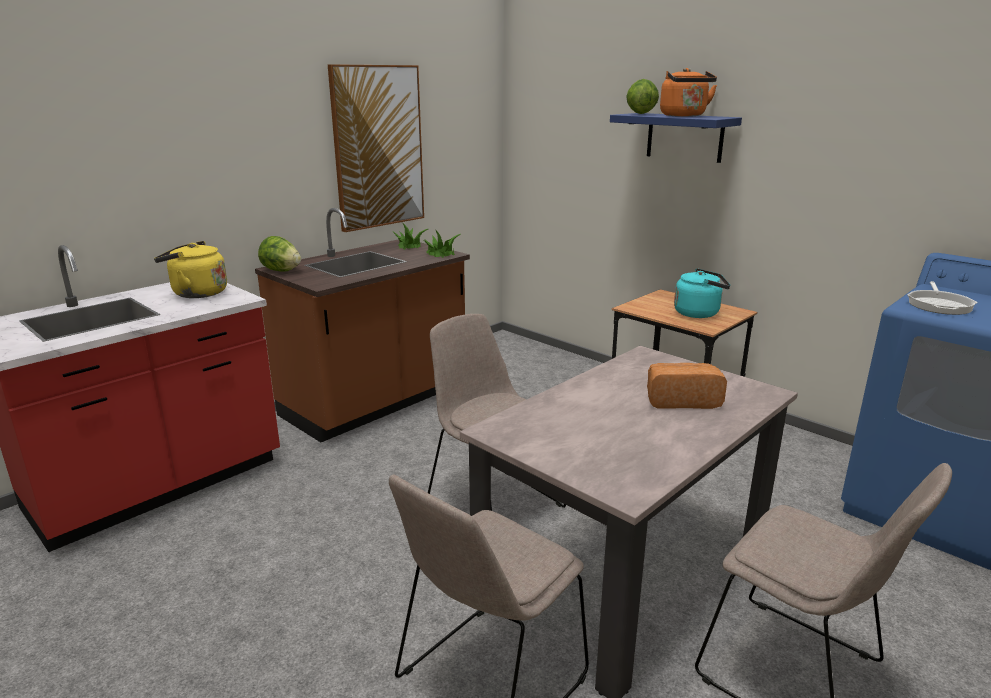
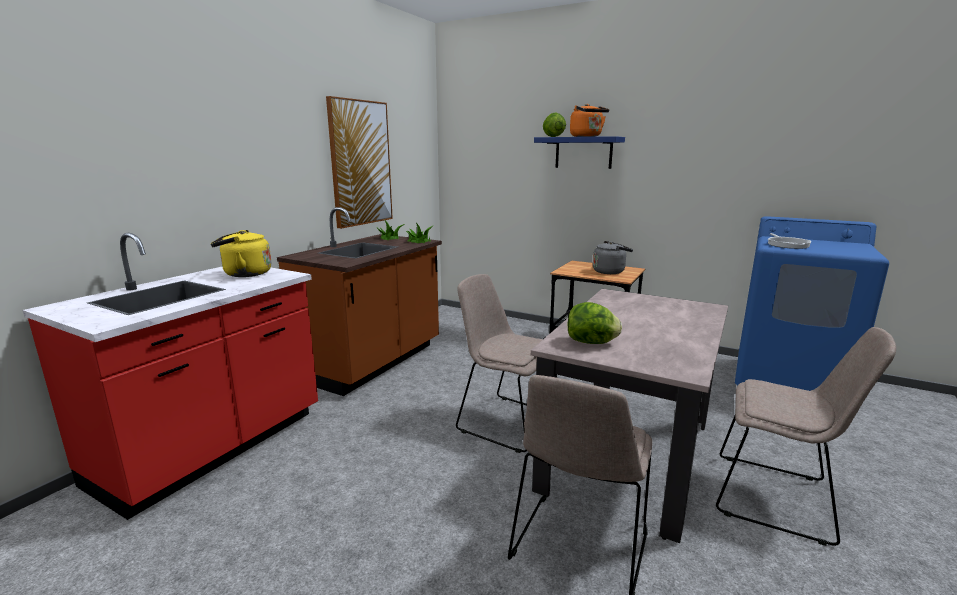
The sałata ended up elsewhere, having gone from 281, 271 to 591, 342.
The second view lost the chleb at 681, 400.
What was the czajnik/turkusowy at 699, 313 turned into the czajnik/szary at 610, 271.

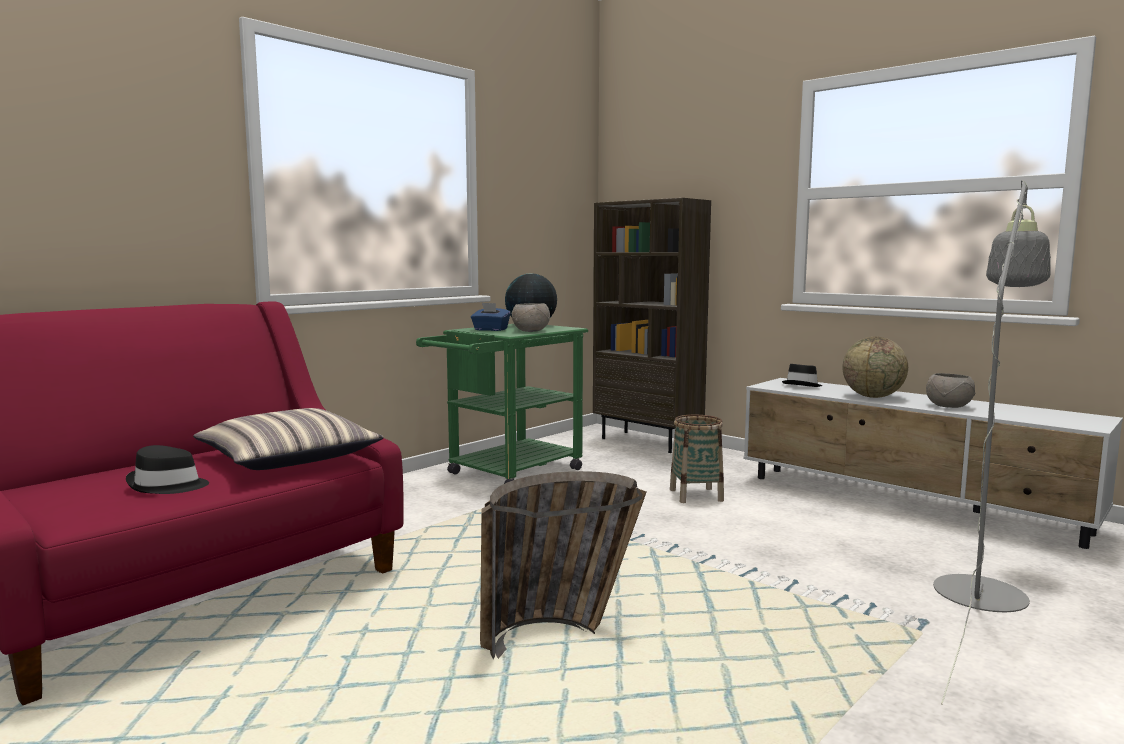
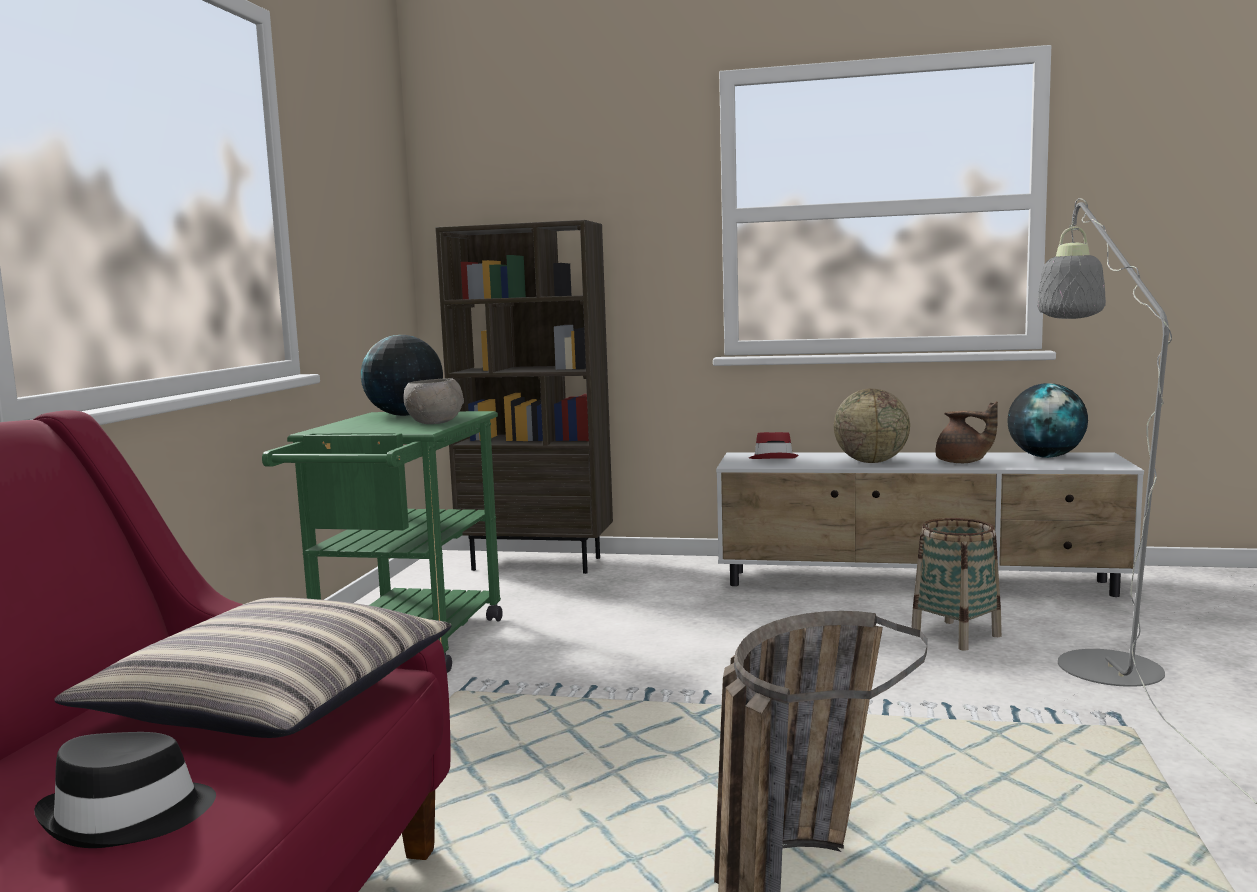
The second view lost the pudełko chusteczek/niebieski at 490, 330.
The koszyk ended up elsewhere, having gone from 696, 495 to 955, 635.
What was the kapelusz/czarny at 803, 385 turned into the kapelusz/czerwony at 773, 458.
Where the miska/szary stood at 949, 406, the imbryk/brązowy came to stand at 962, 462.
The second view gained the globus at 1046, 457.

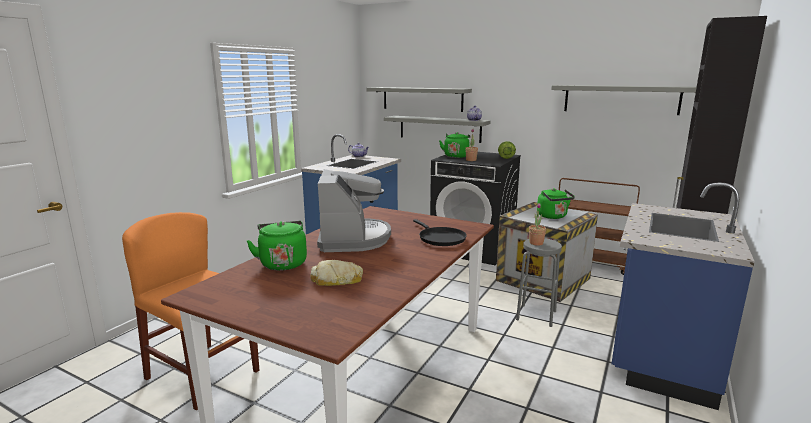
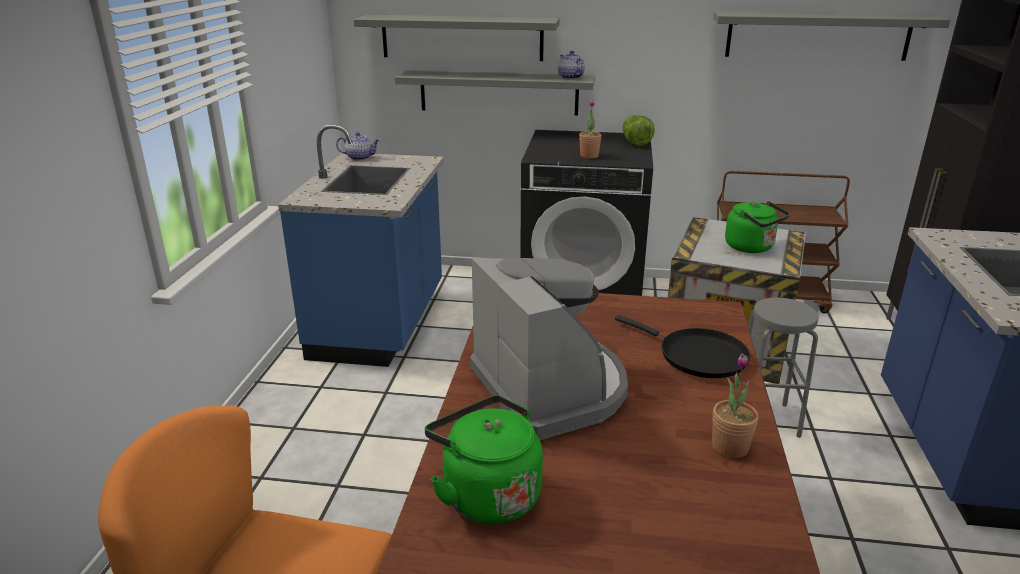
The second view lost the chleb at 337, 280.
The second view lost the czajnik/zielony at 456, 156.
The roślina doniczkowa ended up elsewhere, having gone from 536, 243 to 729, 447.

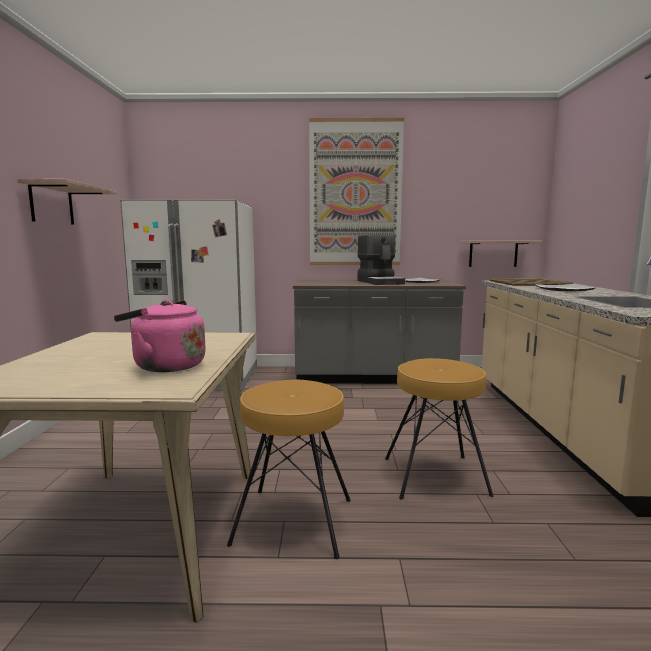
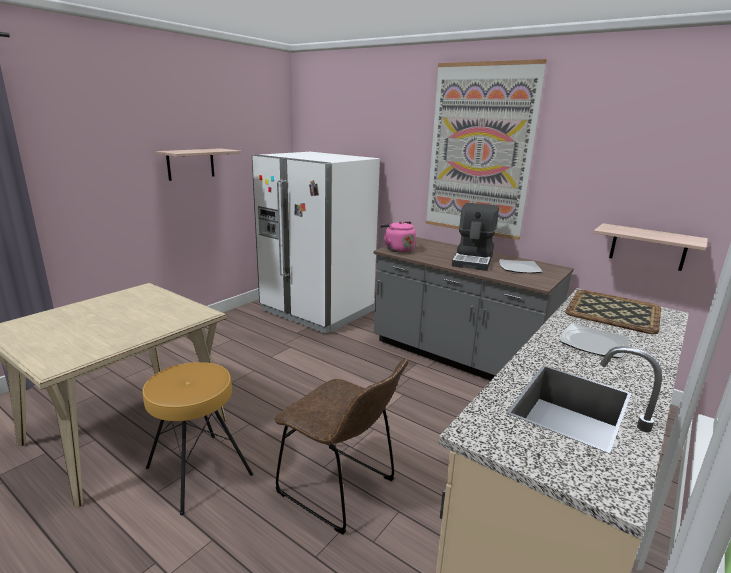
The czajnik/różowy ended up elsewhere, having gone from 165, 366 to 397, 249.
Where the stołek/brązowy stood at 435, 476, the krzesło/brązowy came to stand at 341, 489.

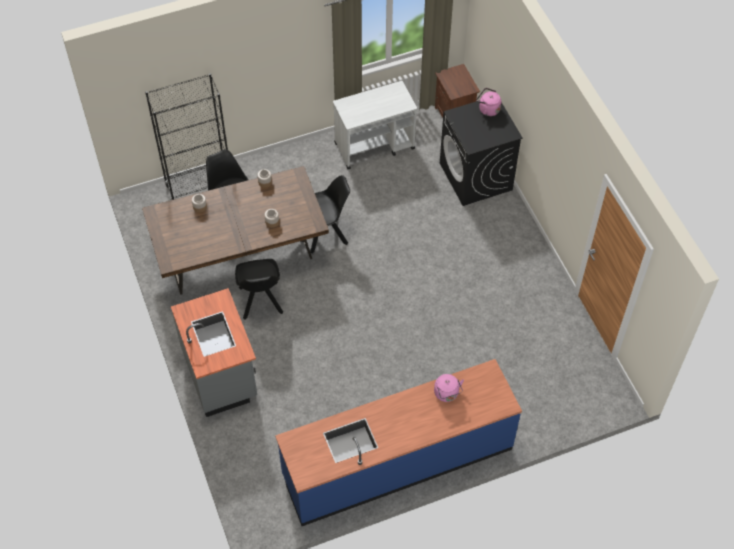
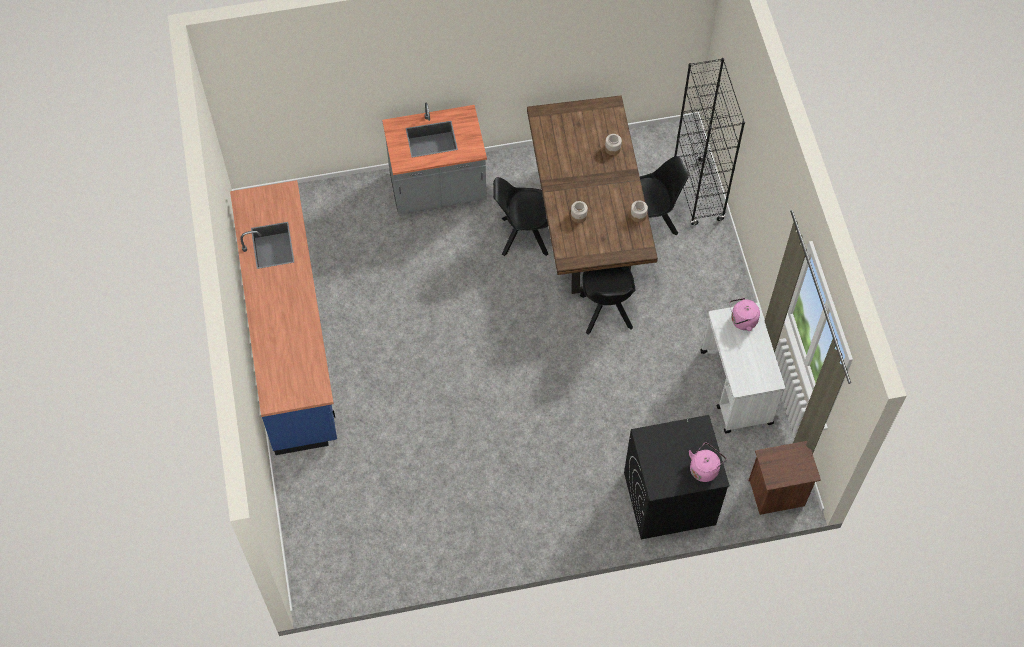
The czajnik/różowy ended up elsewhere, having gone from 447, 394 to 742, 321.

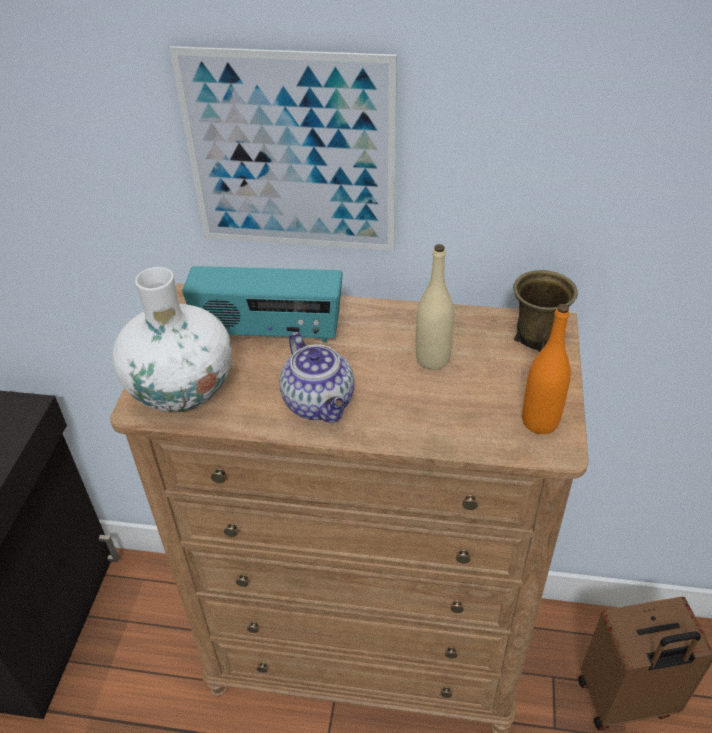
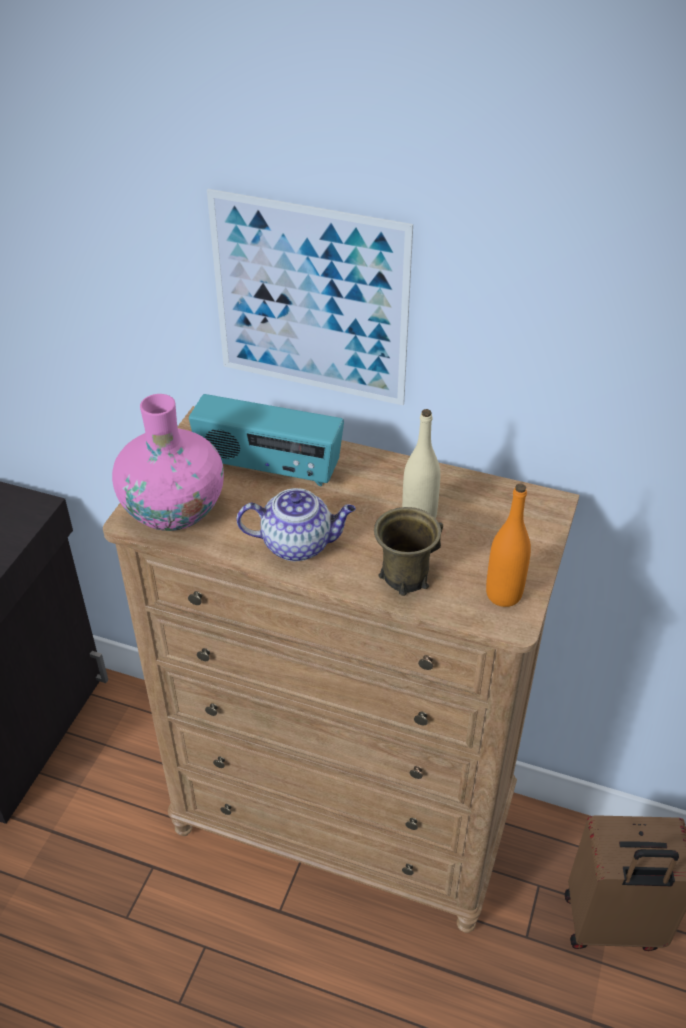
What was the wazon/biały at 182, 389 turned into the wazon/różowy at 174, 510.
The imbryk at 320, 404 ended up facing another way, 75 degrees counterclockwise from before.
The kubek/brązowy ended up elsewhere, having gone from 536, 336 to 404, 576.

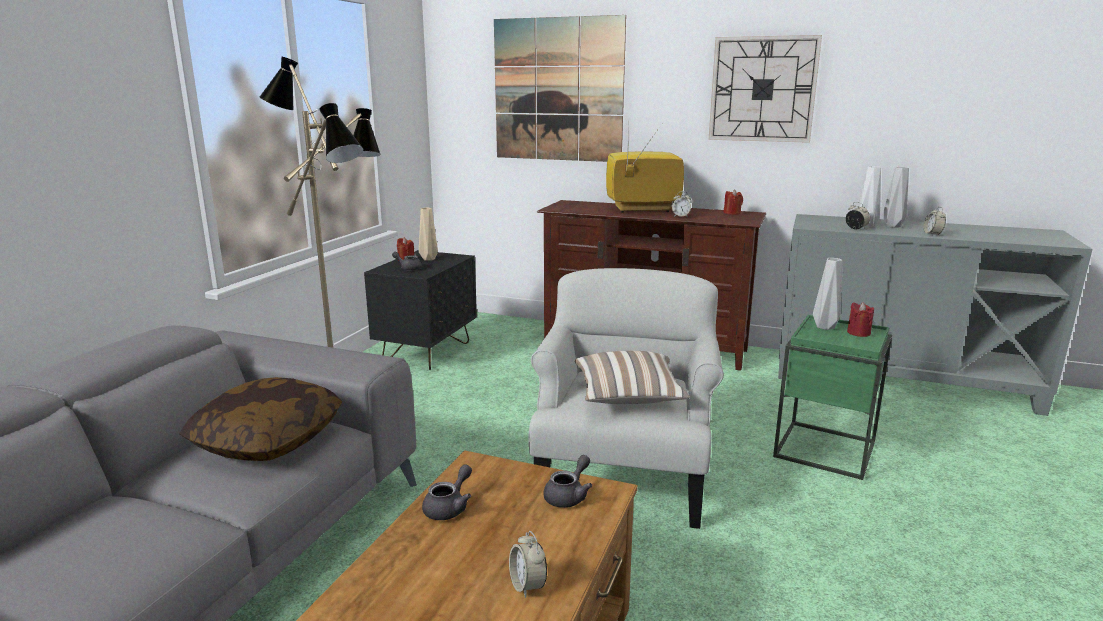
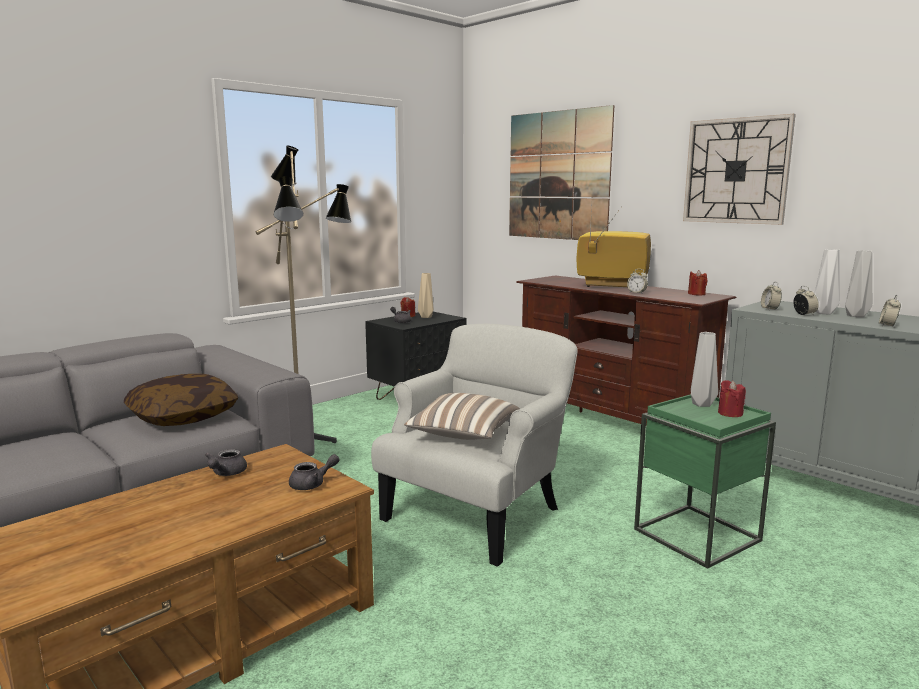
The imbryk/szary at 449, 507 ended up facing another way, 135 degrees clockwise from before.
The budzik ended up elsewhere, having gone from 527, 585 to 770, 309.

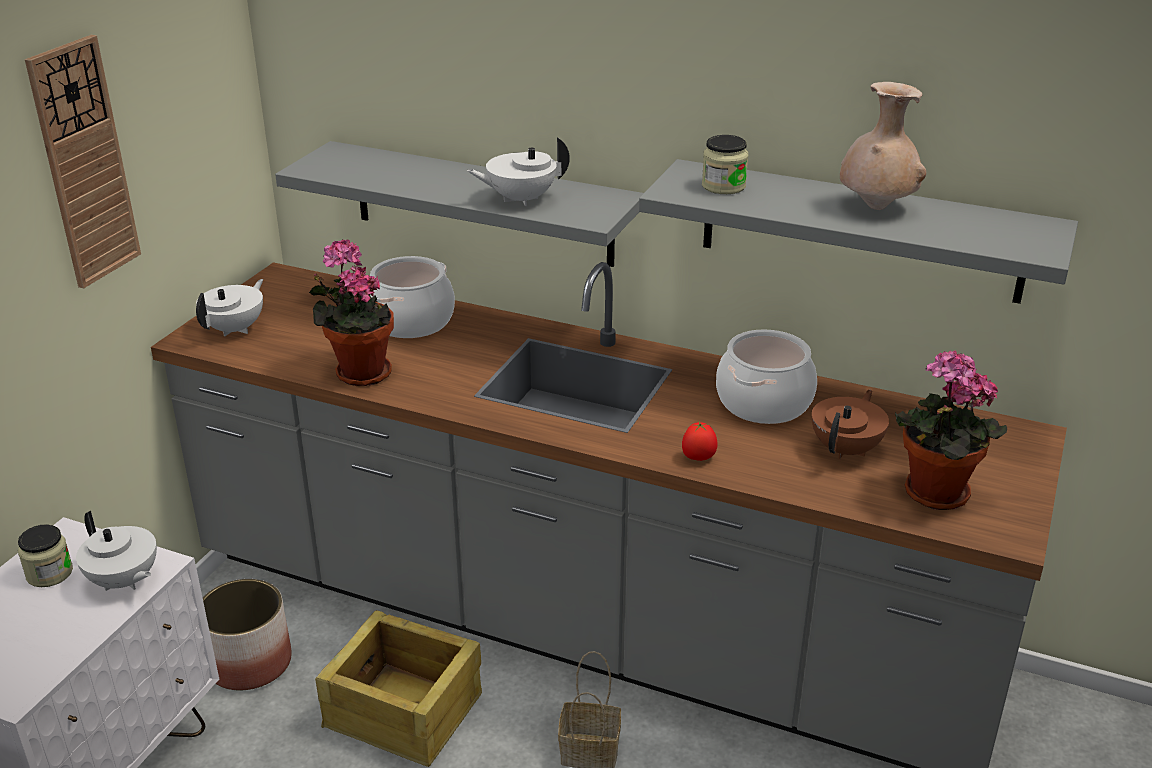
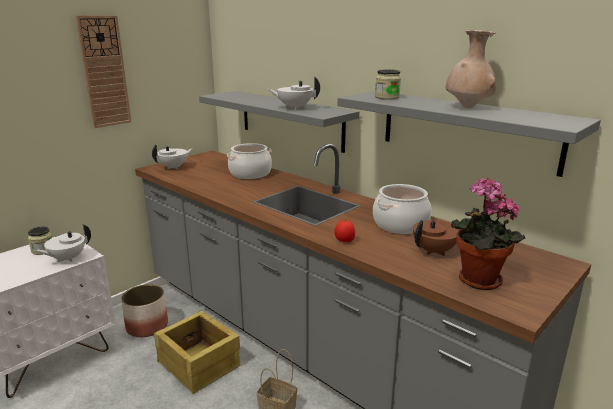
The imbryk/biały at 124, 581 ended up facing another way, 75 degrees clockwise from before.
The second view lost the roślina doniczkowa at 359, 372.

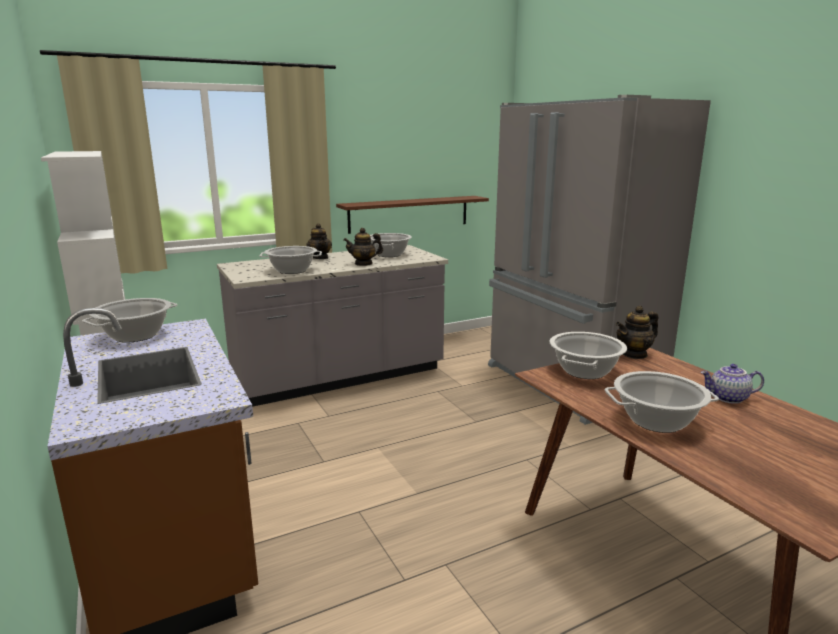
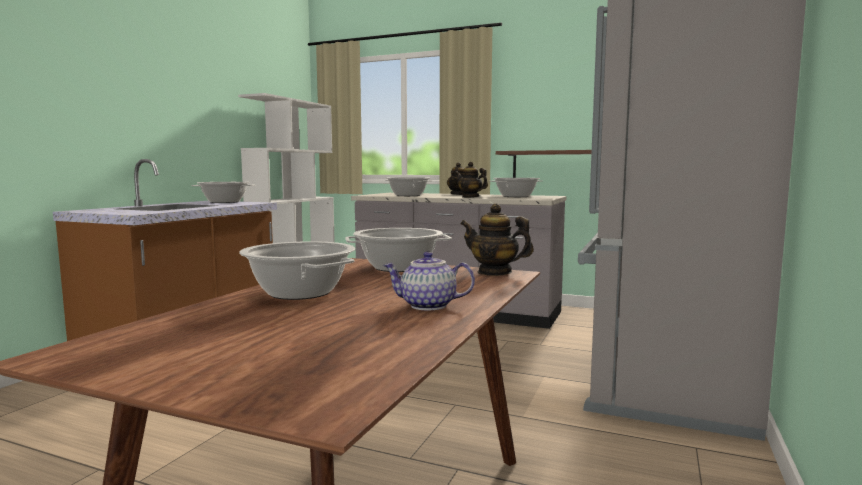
The imbryk at 728, 398 ended up facing another way, 45 degrees counterclockwise from before.

